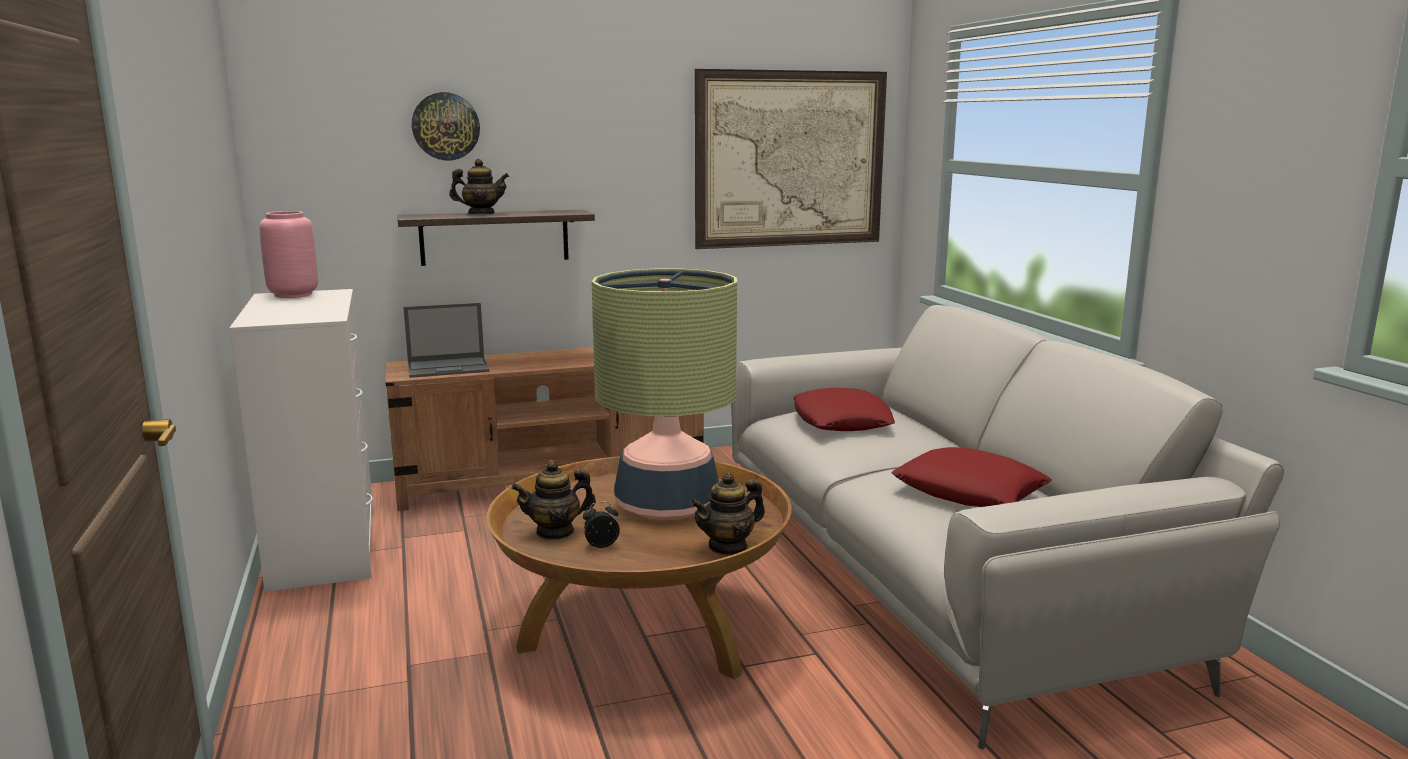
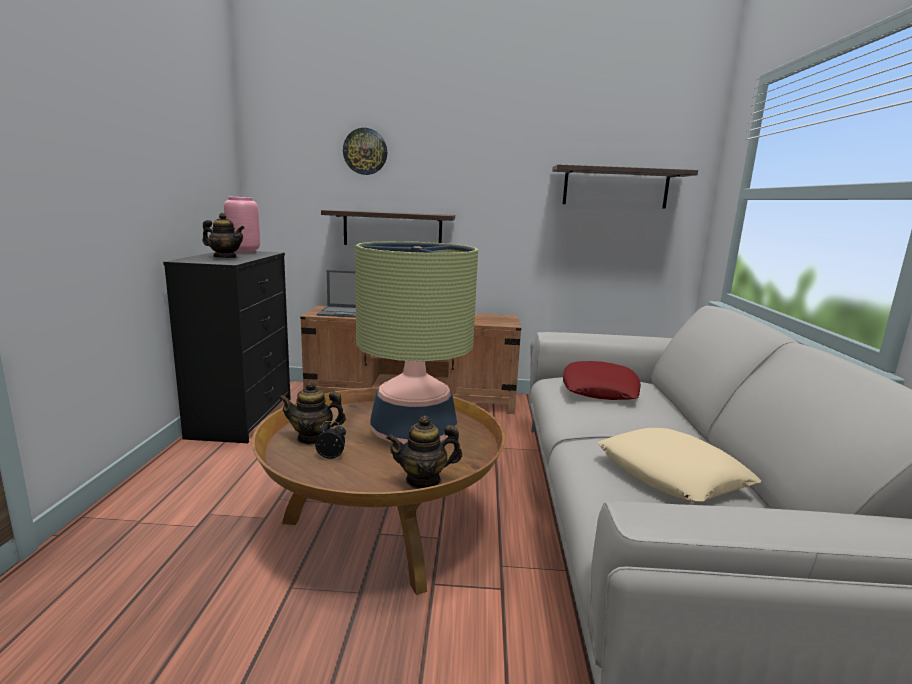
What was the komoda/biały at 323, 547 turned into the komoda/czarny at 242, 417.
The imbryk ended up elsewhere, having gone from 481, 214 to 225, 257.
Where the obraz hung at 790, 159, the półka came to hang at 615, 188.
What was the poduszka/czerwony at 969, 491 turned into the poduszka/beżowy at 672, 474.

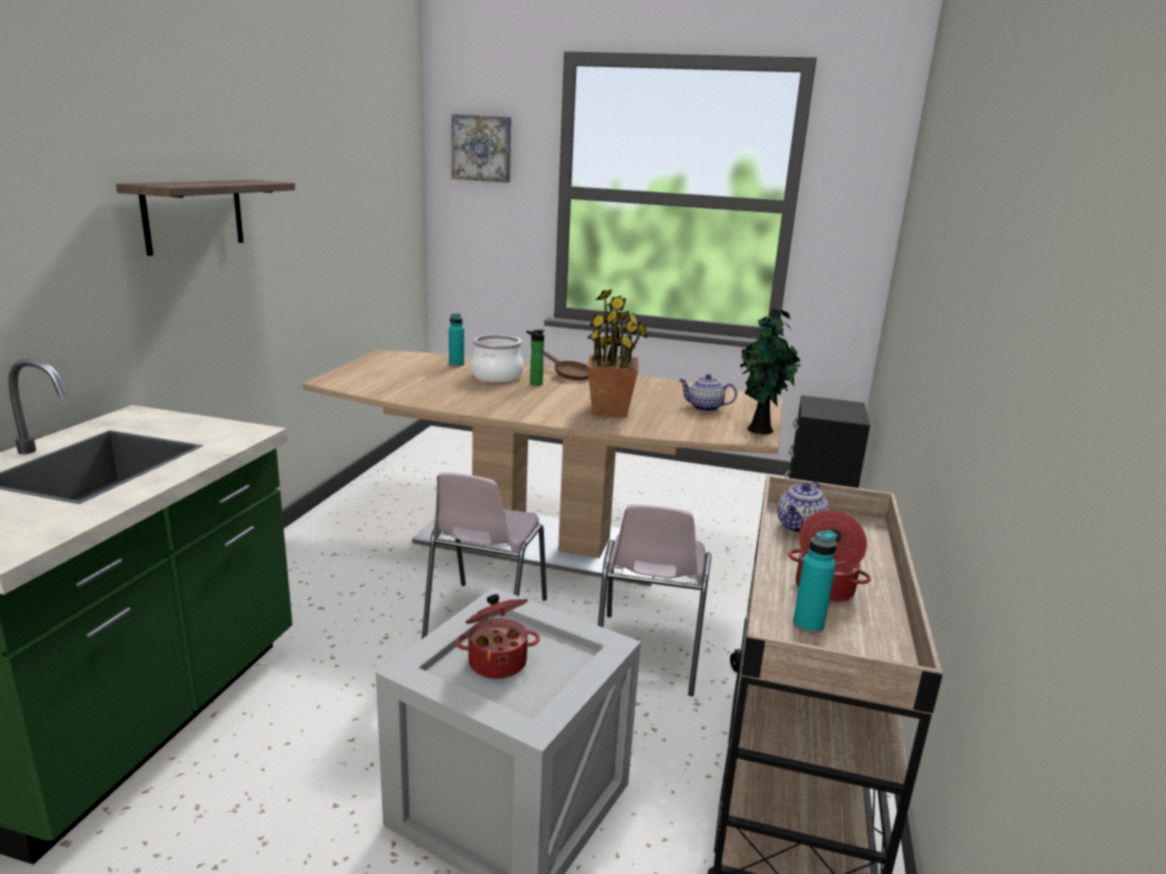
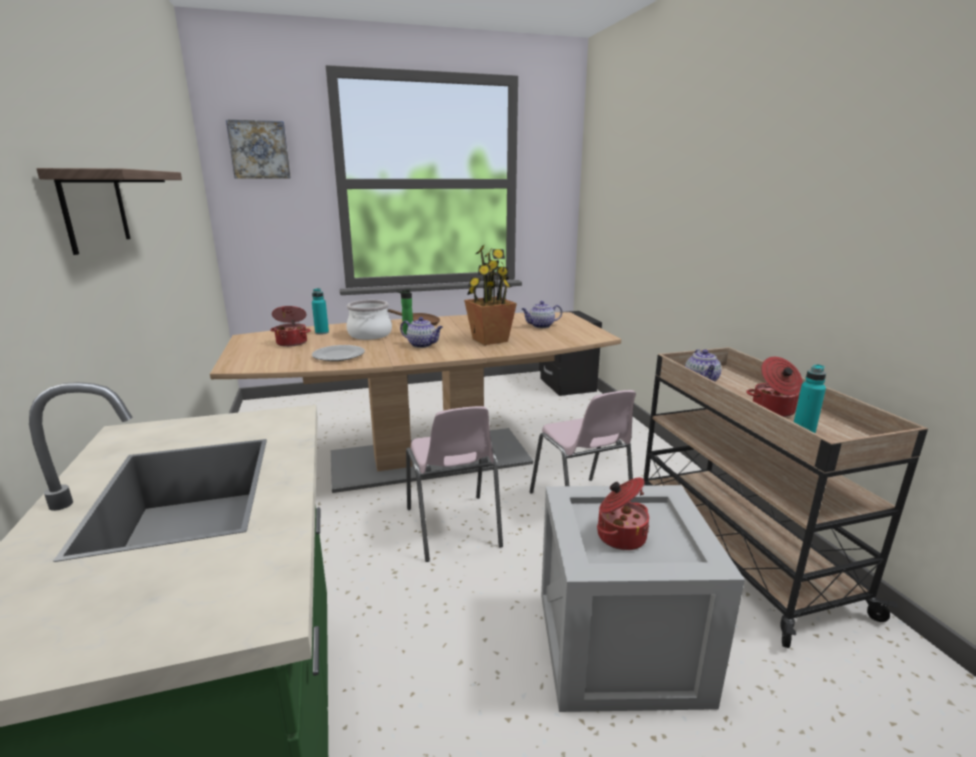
The second view lost the roślina doniczkowa at 761, 430.
The second view gained the garnek at 292, 342.
The second view gained the talerz at 339, 355.
The second view gained the imbryk at 422, 345.

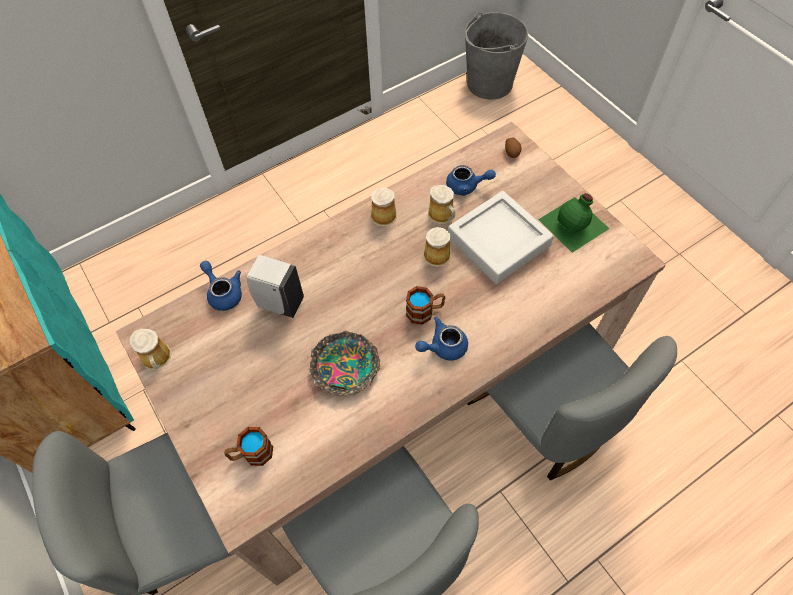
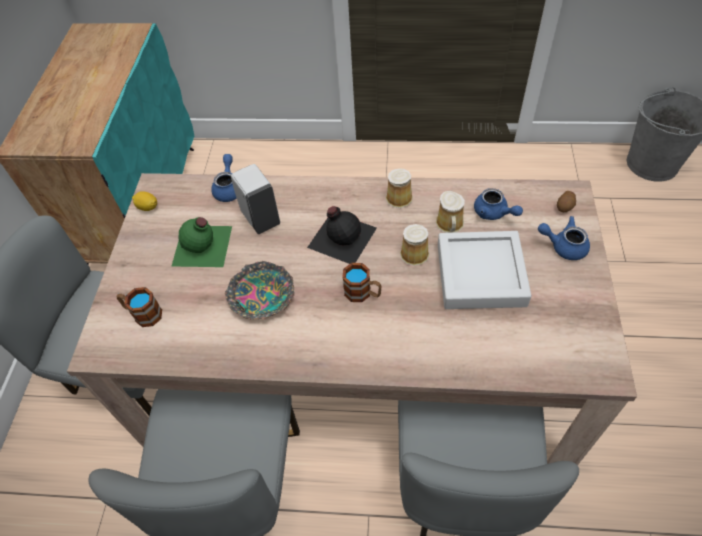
Where the kubek stood at 157, 358, the cytryna came to stand at 148, 207.
The imbryk/niebieski ended up elsewhere, having gone from 443, 347 to 563, 246.
The butelka/zielony ended up elsewhere, having gone from 574, 224 to 203, 246.
The second view gained the butelka/czarny at 341, 236.

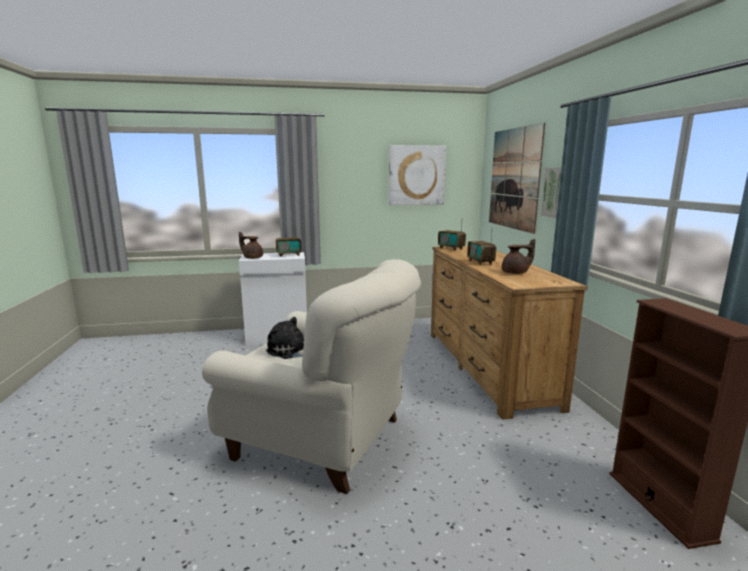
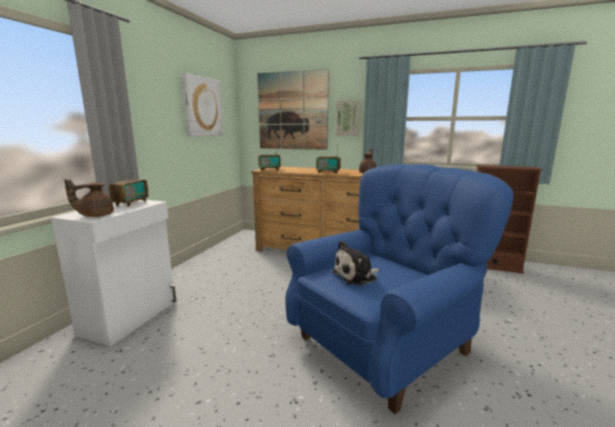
What was the fotel/beżowy at 323, 439 turned into the fotel/niebieski at 386, 343.

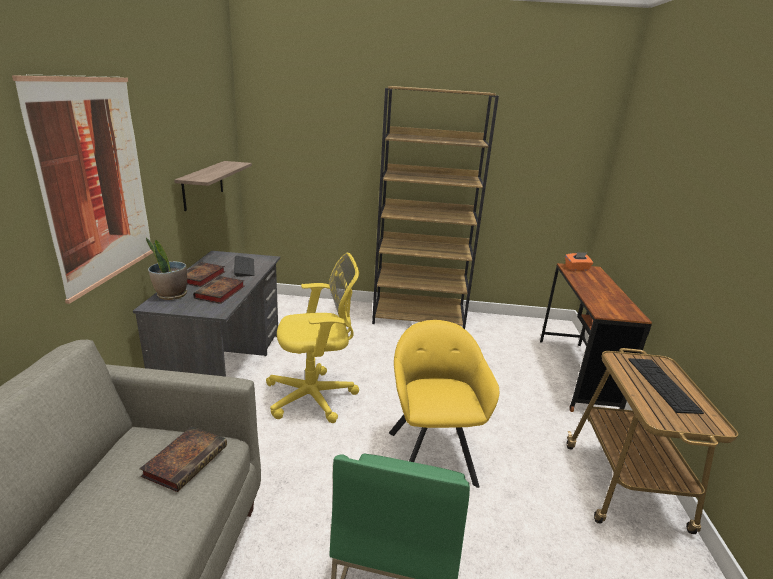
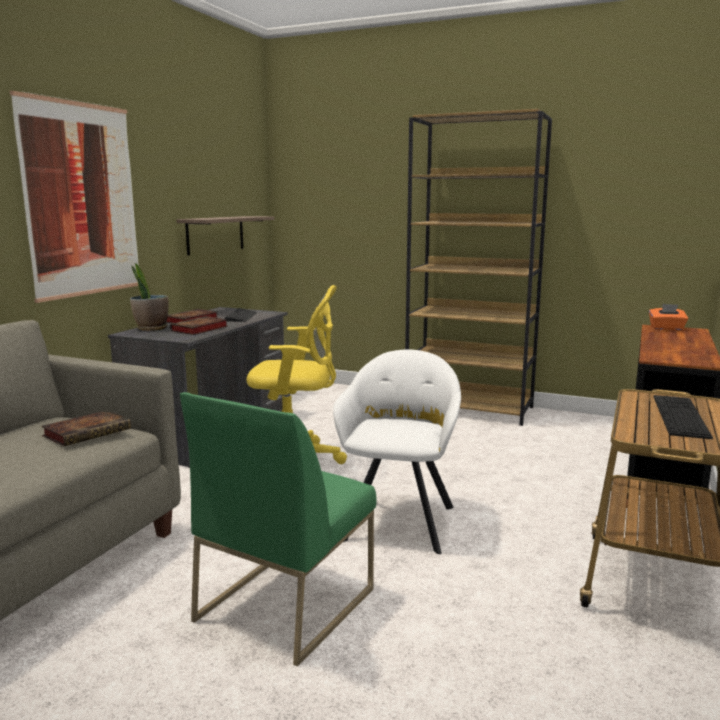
What was the fotel/żółty at 431, 453 turned into the fotel/biały at 400, 519.

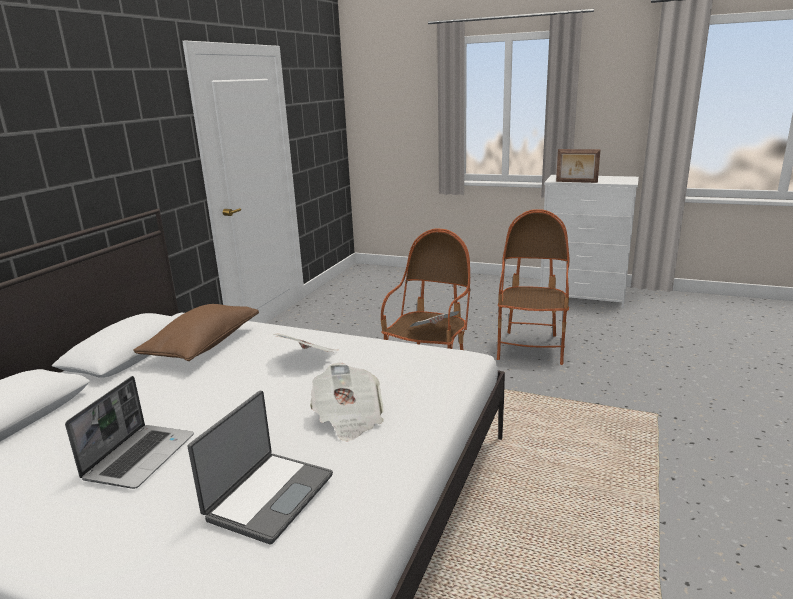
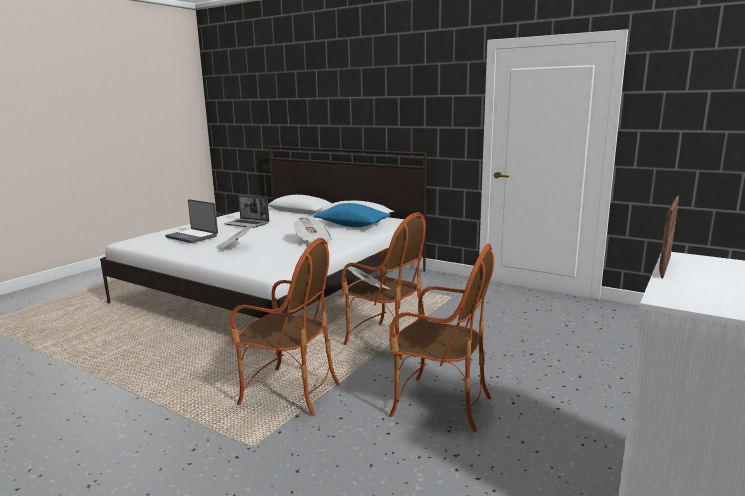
What was the poduszka/brązowy at 203, 346 turned into the poduszka/niebieski at 352, 225.
The second view gained the fotel at 289, 392.

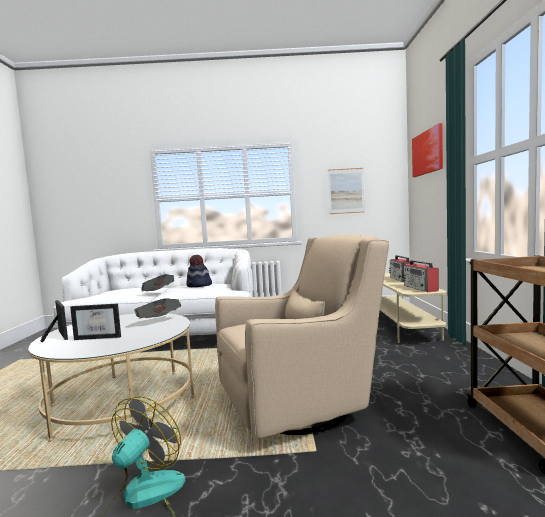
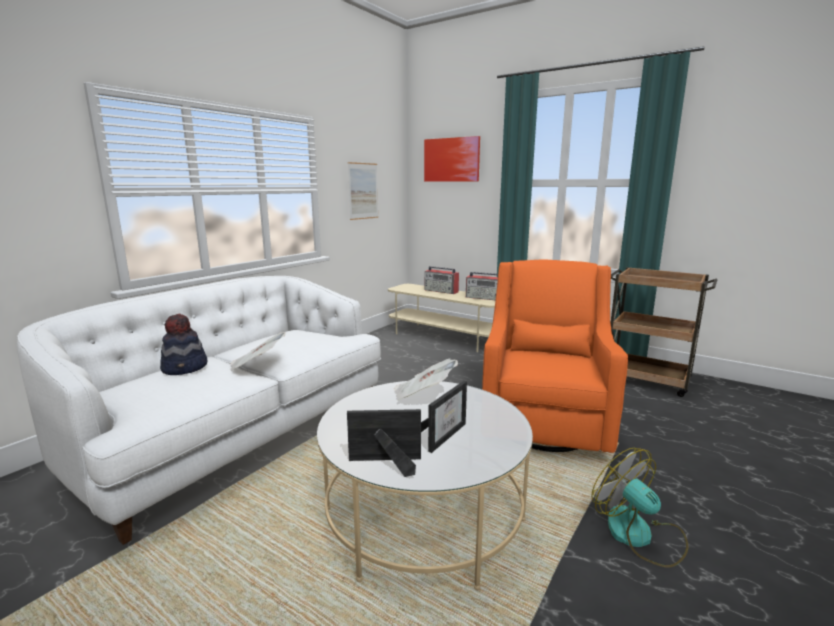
The kapelusz ended up elsewhere, having gone from 199, 285 to 185, 368.
What was the fotel/beżowy at 302, 404 turned into the fotel/pomarańczowy at 543, 423.

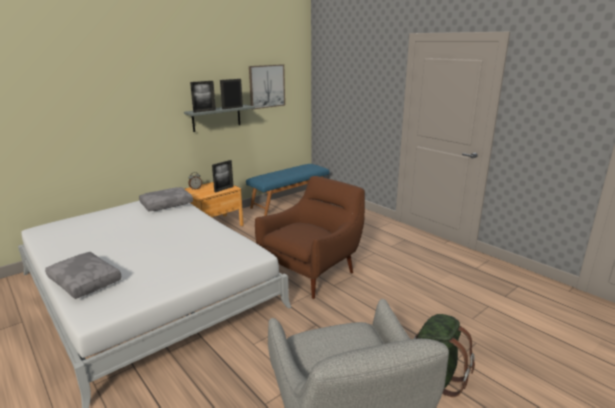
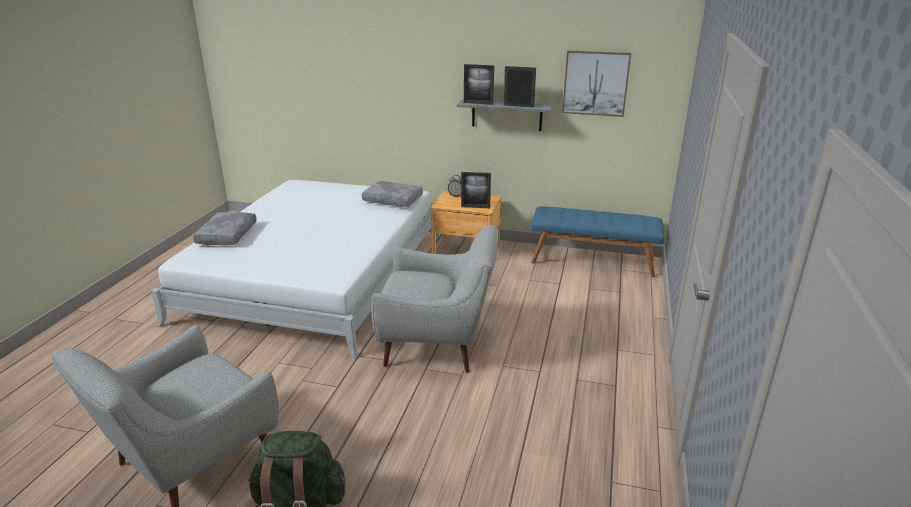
What was the fotel/brązowy at 312, 272 turned into the fotel/szary at 438, 344.

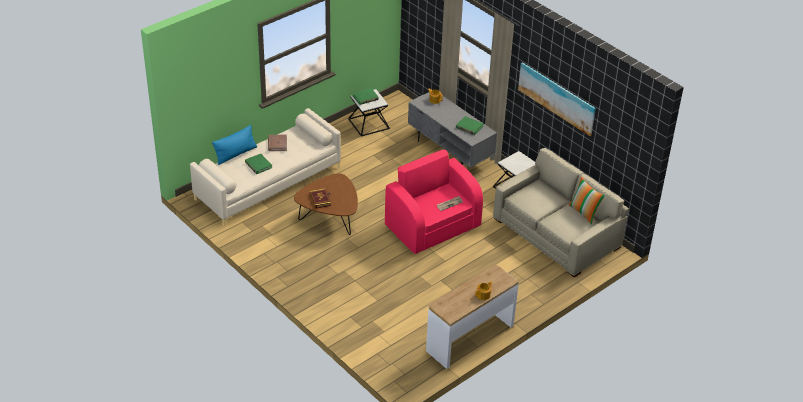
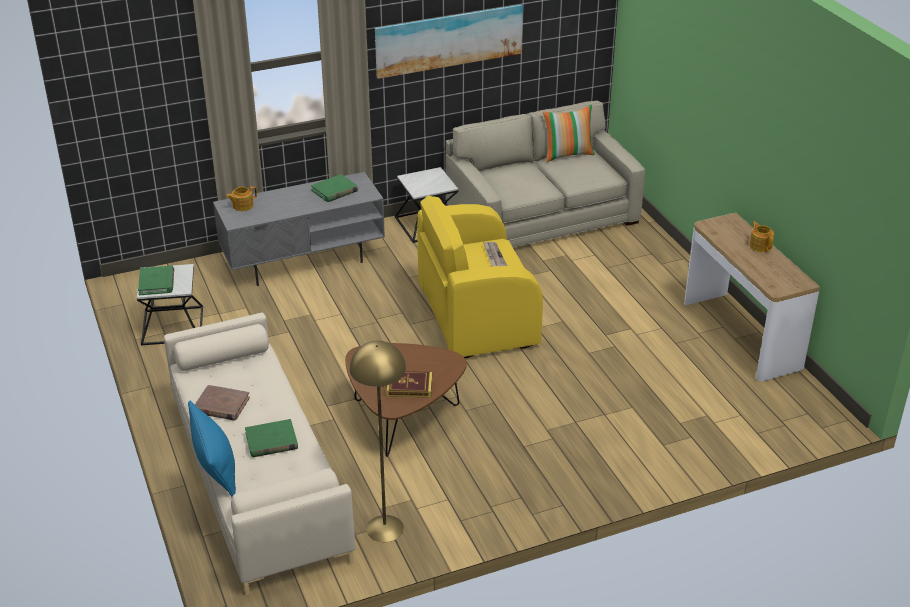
What was the fotel/różowy at 432, 226 turned into the fotel/żółty at 475, 315.
The second view gained the lampa stojąca/żółty at 384, 528.

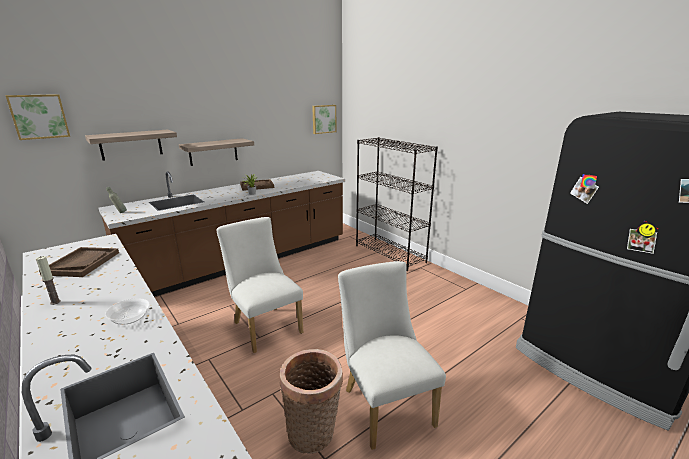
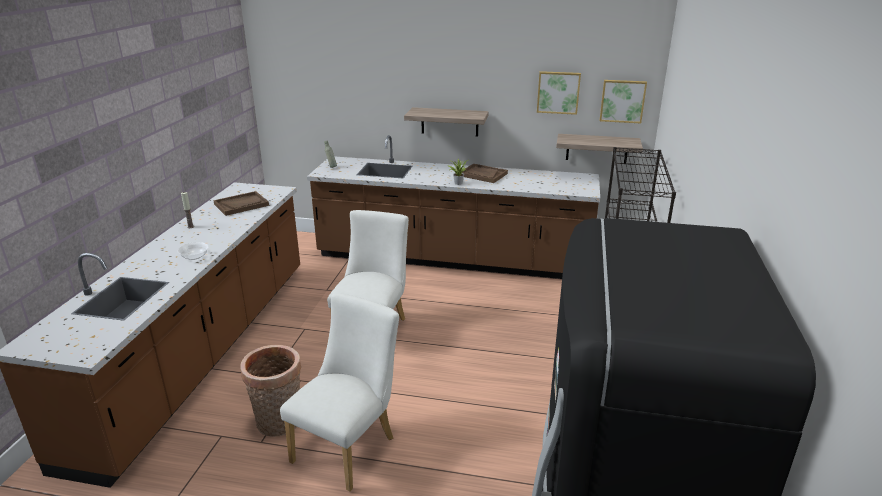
The obraz ended up elsewhere, having gone from 39, 116 to 558, 92.
The półka ended up elsewhere, having gone from 131, 144 to 597, 148.

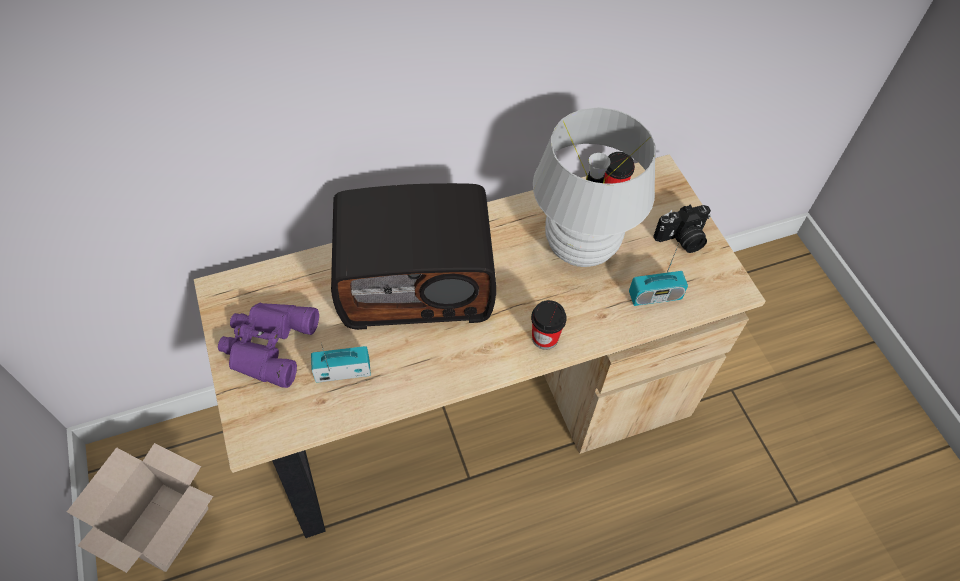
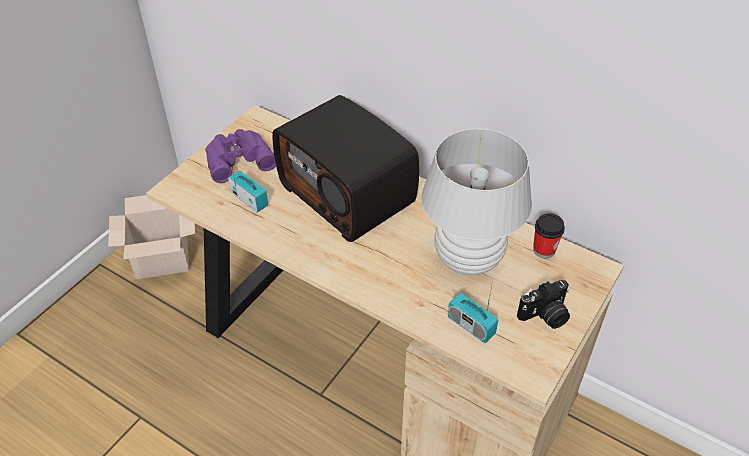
The second view lost the filiżanka at 545, 338.
The aparat fotograficzny at 682, 239 ended up facing another way, 60 degrees counterclockwise from before.

